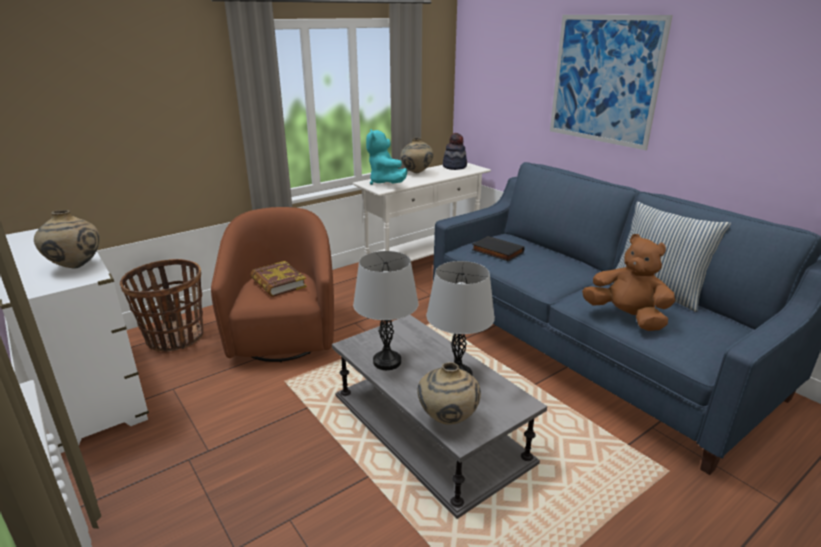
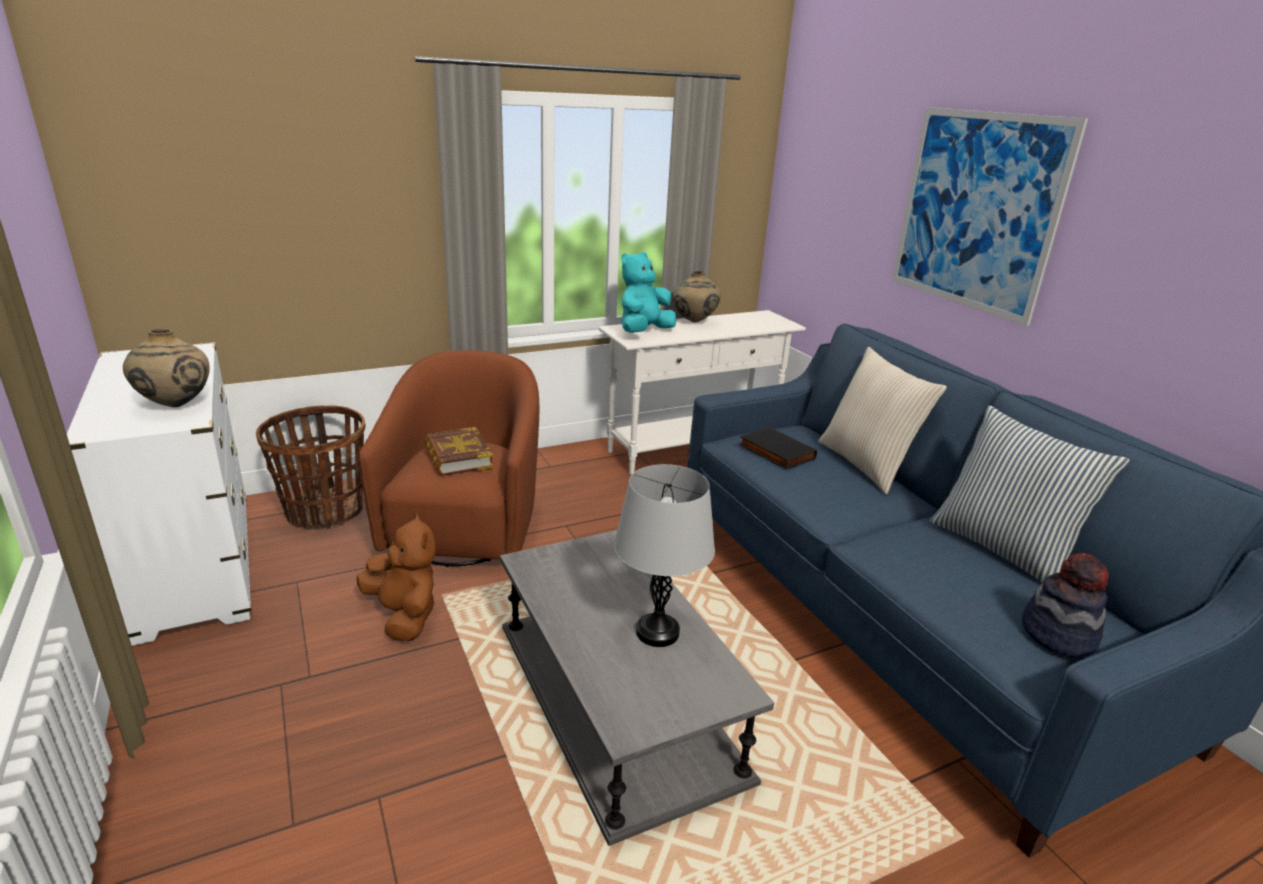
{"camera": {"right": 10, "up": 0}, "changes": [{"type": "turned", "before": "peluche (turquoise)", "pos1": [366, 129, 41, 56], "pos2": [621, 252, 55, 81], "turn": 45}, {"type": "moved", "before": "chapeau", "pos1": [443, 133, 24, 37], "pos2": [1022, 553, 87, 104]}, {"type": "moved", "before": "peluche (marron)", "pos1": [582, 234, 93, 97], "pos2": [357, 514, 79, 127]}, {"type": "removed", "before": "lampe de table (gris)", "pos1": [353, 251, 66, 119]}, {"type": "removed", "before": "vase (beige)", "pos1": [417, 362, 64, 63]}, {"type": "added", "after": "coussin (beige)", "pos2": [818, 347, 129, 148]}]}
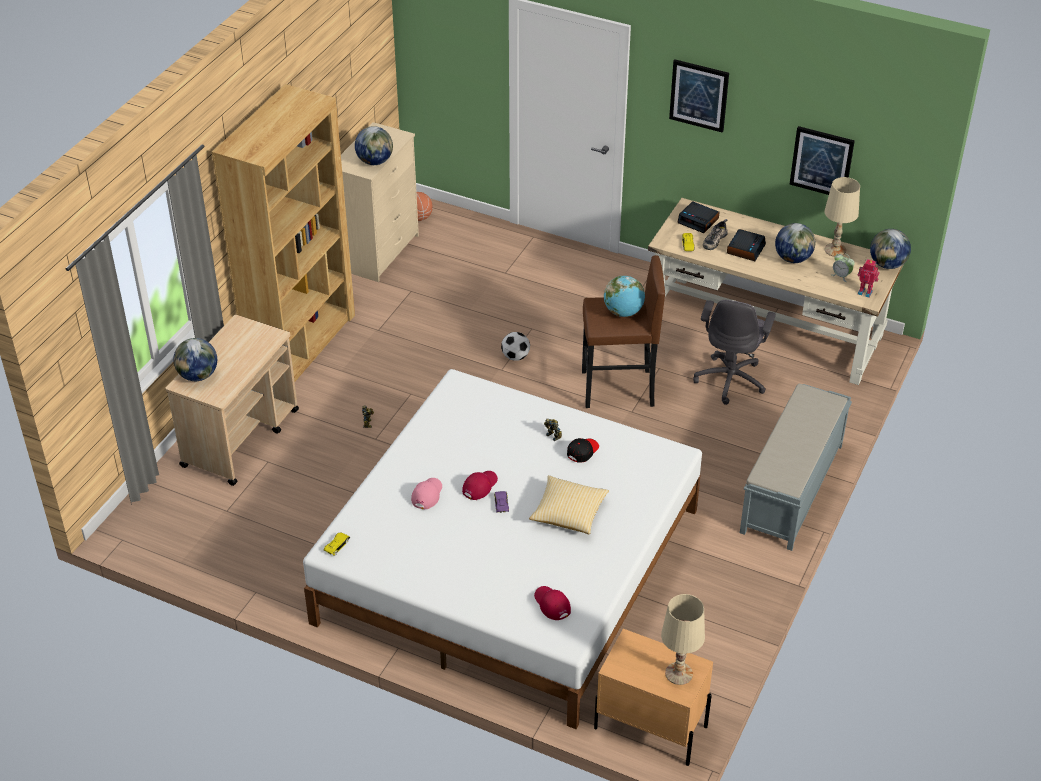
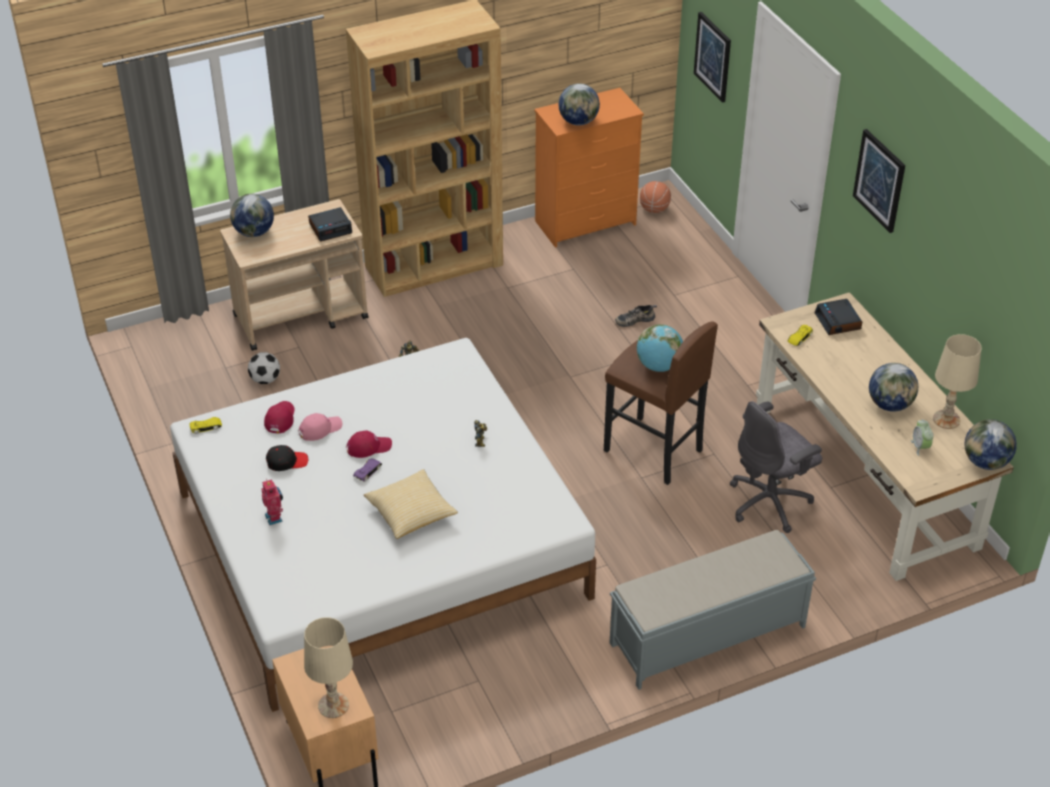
{"camera": {"right": 40, "up": 0}, "changes": [{"type": "recoloured", "before": "commode (beige)", "after": "commode (orange)", "pos1": [341, 122, 78, 160], "pos2": [534, 88, 110, 160]}, {"type": "moved", "before": "tableau", "pos1": [790, 126, 65, 69], "pos2": [694, 12, 37, 91]}, {"type": "moved", "before": "chaussure", "pos1": [703, 219, 25, 31], "pos2": [615, 305, 42, 22]}, {"type": "moved", "before": "réveil", "pos1": [727, 229, 39, 32], "pos2": [308, 207, 44, 34]}, {"type": "moved", "before": "robot jouet", "pos1": [858, 259, 21, 39], "pos2": [261, 479, 22, 46]}, {"type": "moved", "before": "ballon de foot", "pos1": [501, 332, 29, 29], "pos2": [248, 352, 32, 32]}, {"type": "moved", "before": "casquette (noir)", "pos1": [567, 438, 32, 25], "pos2": [266, 445, 42, 26]}, {"type": "moved", "before": "casquette (rouge)", "pos1": [534, 586, 37, 34], "pos2": [264, 401, 31, 32]}]}
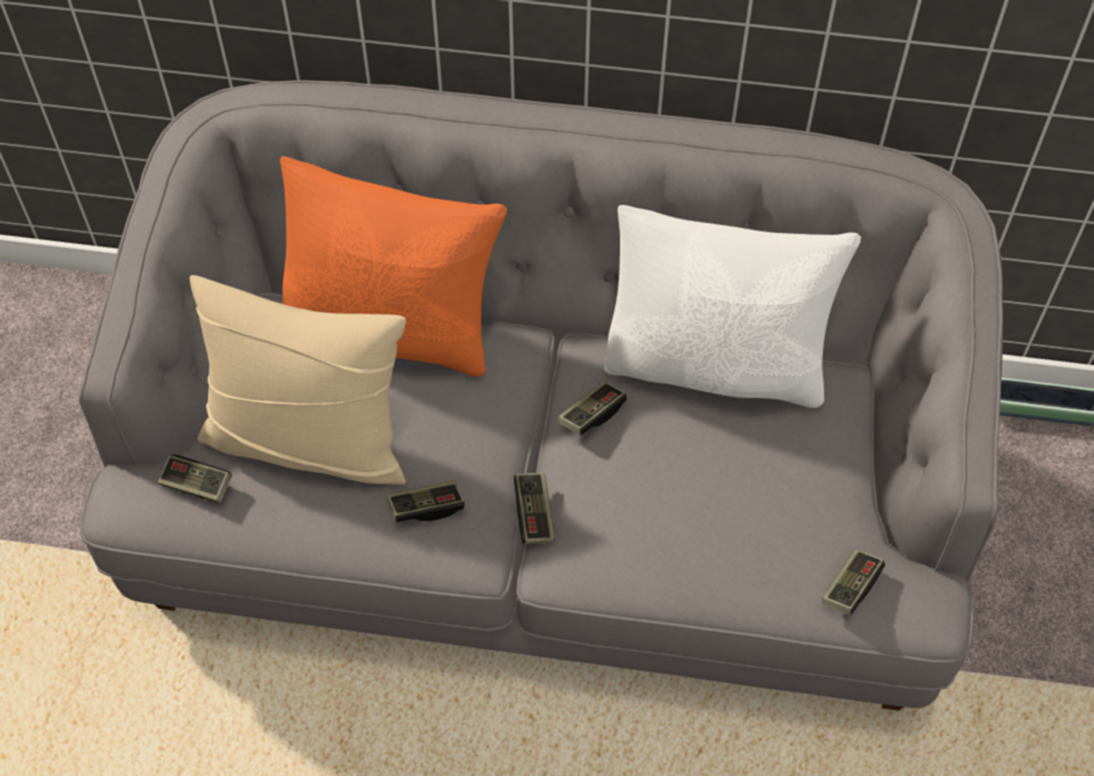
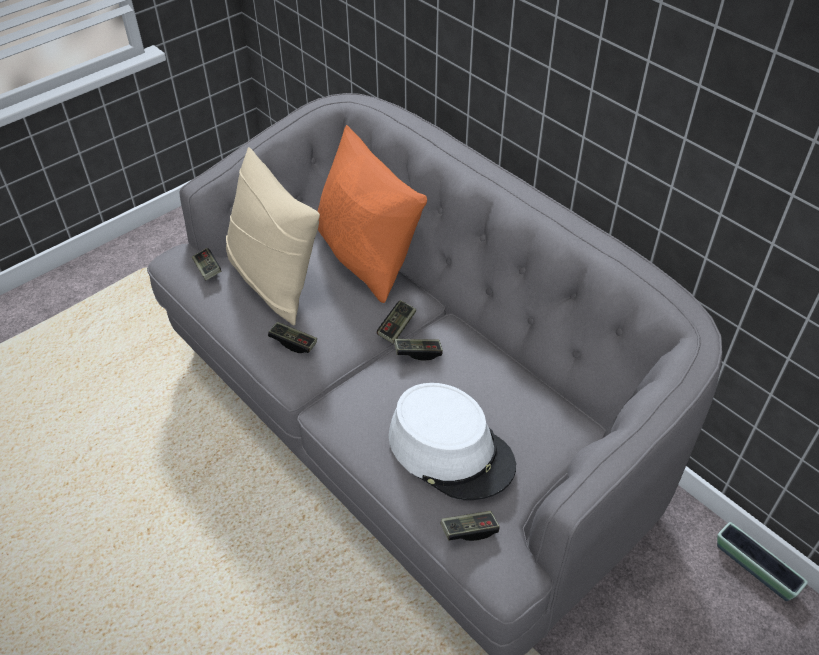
{"camera": {"right": 40, "up": -10}, "changes": [{"type": "removed", "before": "coussin (blanc)", "pos1": [604, 205, 257, 203]}, {"type": "moved", "before": "manette", "pos1": [513, 473, 42, 71], "pos2": [377, 300, 39, 44]}, {"type": "added", "after": "chapeau (blanc)", "pos2": [389, 383, 127, 117]}]}
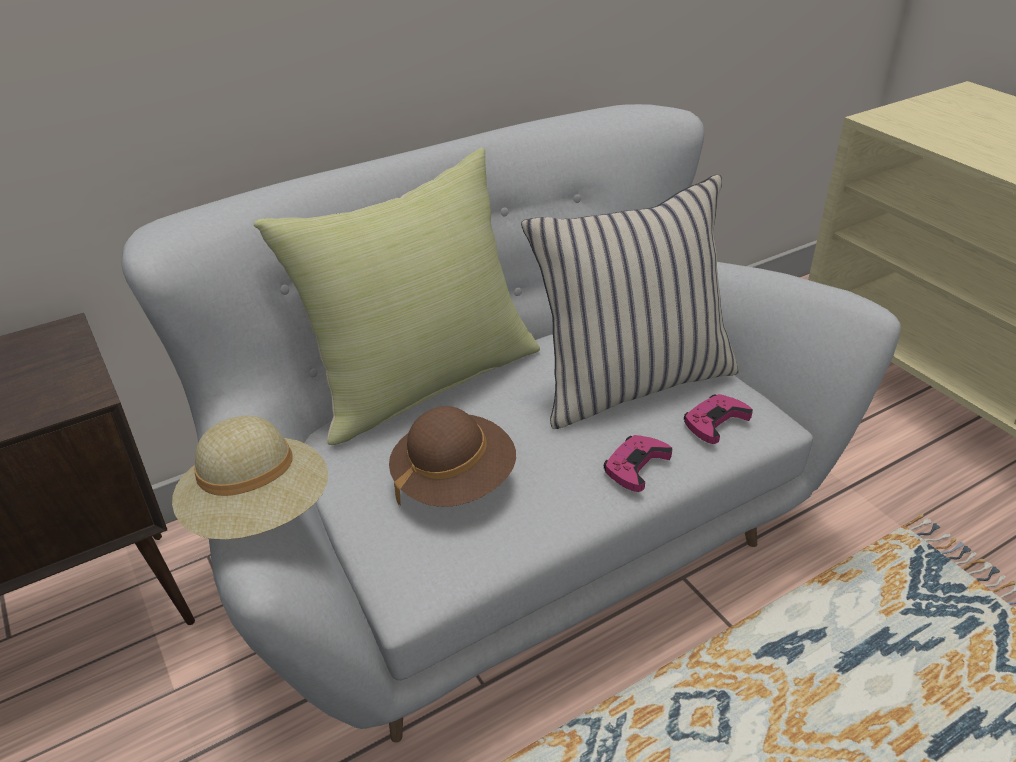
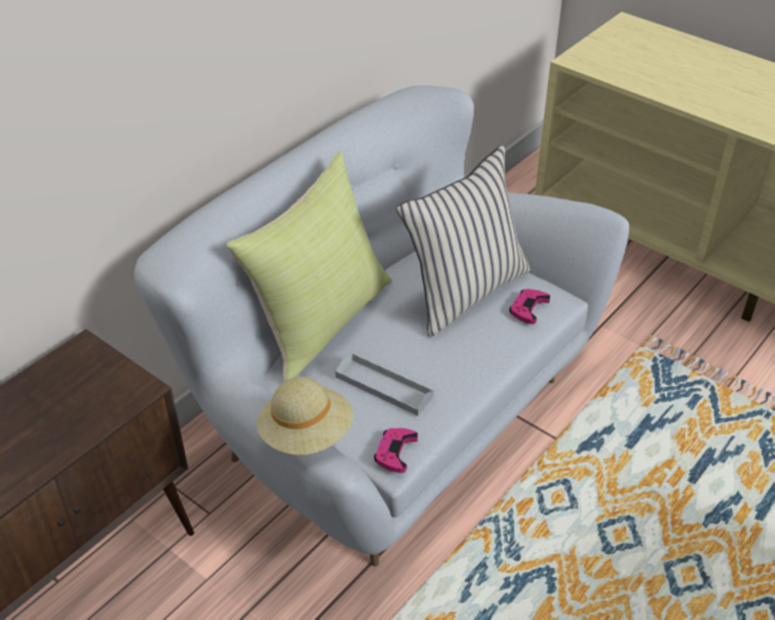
{"camera": {"right": -20, "up": 5}, "changes": [{"type": "replaced", "before": "chapeau (marron)", "after": "plateau (gris)", "pos1": [389, 406, 127, 101], "pos2": [335, 353, 99, 63]}, {"type": "moved", "before": "manette (rose)", "pos1": [604, 435, 68, 57], "pos2": [374, 428, 44, 45]}]}
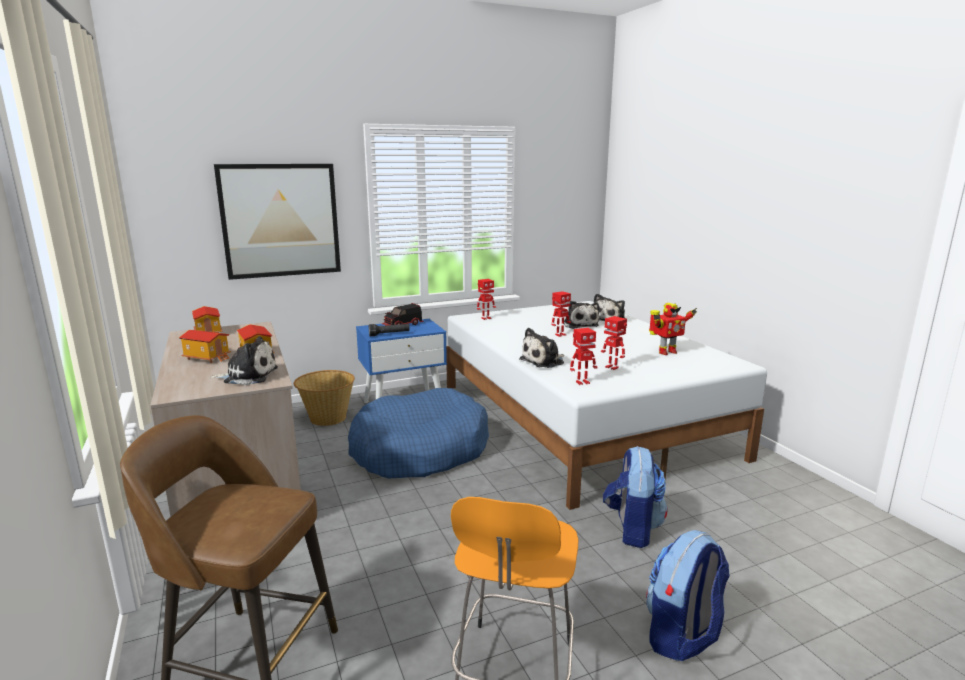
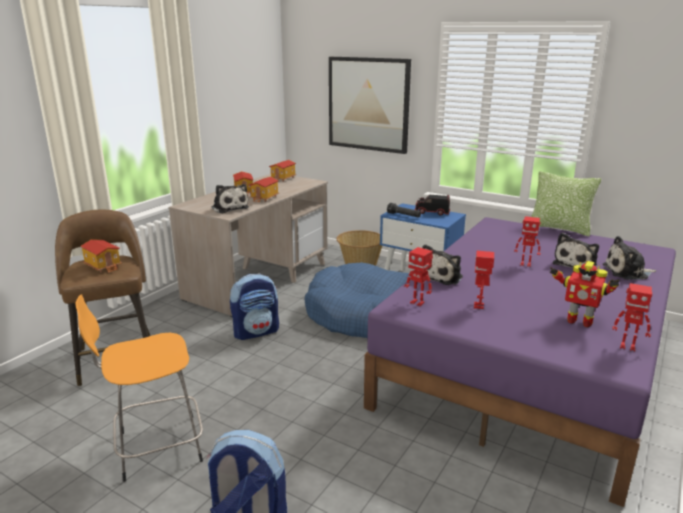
{"camera": {"right": 55, "up": 5}, "changes": [{"type": "moved", "before": "robot jouet", "pos1": [477, 279, 19, 41], "pos2": [612, 283, 40, 68]}, {"type": "recoloured", "before": "lit (blanc)", "after": "lit (violet)", "pos1": [446, 301, 321, 209], "pos2": [364, 217, 312, 290]}, {"type": "turned", "before": "peluche", "pos1": [519, 328, 46, 40], "pos2": [422, 244, 41, 41], "turn": -75}, {"type": "moved", "before": "sac à dos", "pos1": [603, 446, 64, 102], "pos2": [230, 273, 49, 67]}, {"type": "added", "after": "coussin", "pos2": [531, 171, 70, 65]}, {"type": "added", "after": "maison miniature", "pos2": [80, 239, 42, 34]}]}
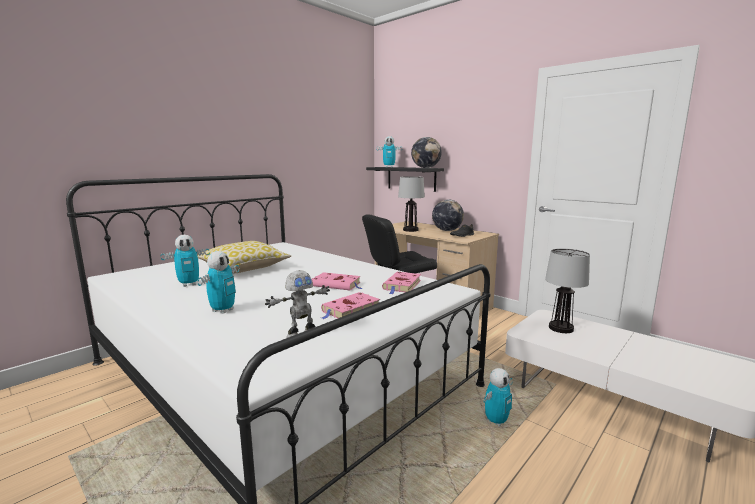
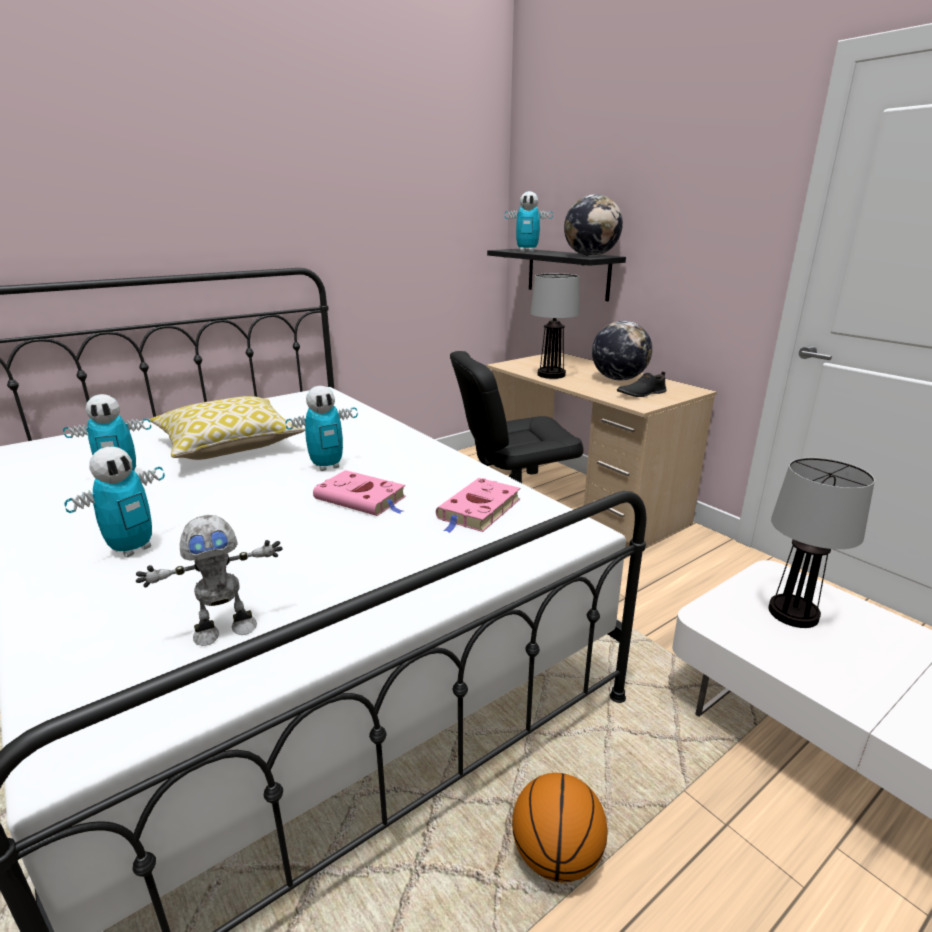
{"camera": {"right": 10, "up": 10}, "changes": [{"type": "removed", "before": "livre (rose)", "pos1": [321, 292, 59, 27]}, {"type": "moved", "before": "robot jouet", "pos1": [484, 368, 29, 58], "pos2": [285, 386, 73, 85]}, {"type": "added", "after": "ballon de basket", "pos2": [512, 773, 96, 109]}]}
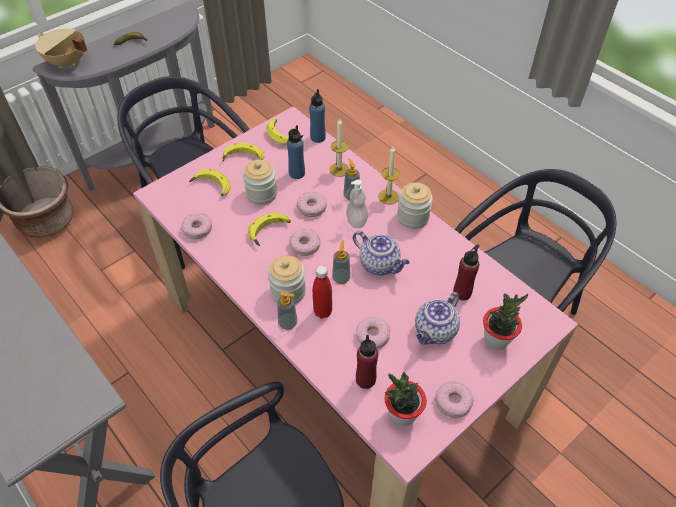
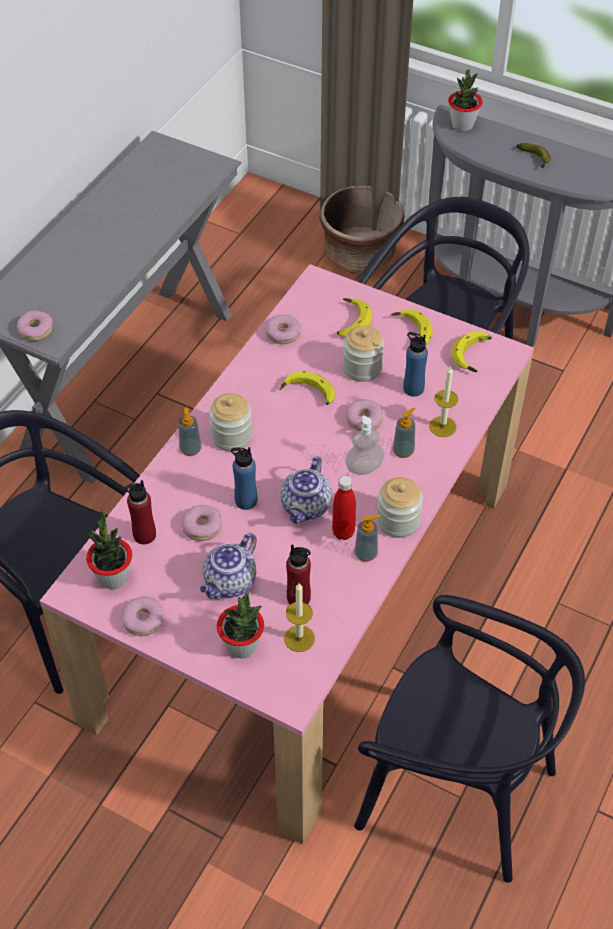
{"camera": {"right": 70, "up": 0}, "changes": [{"type": "replaced", "before": "marmite (beige)", "after": "plante en pot", "pos1": [35, 28, 53, 40], "pos2": [448, 69, 35, 63]}, {"type": "moved", "before": "bouteille (bleu)", "pos1": [309, 89, 17, 54], "pos2": [231, 447, 26, 63]}, {"type": "moved", "before": "bougie", "pos1": [378, 146, 22, 59], "pos2": [284, 583, 31, 69]}, {"type": "moved", "before": "beignet", "pos1": [289, 229, 31, 27], "pos2": [17, 311, 36, 30]}, {"type": "moved", "before": "distributeur de savon", "pos1": [332, 240, 19, 44], "pos2": [355, 515, 26, 47]}, {"type": "moved", "before": "bouteille (rouge)", "pos1": [313, 265, 19, 54], "pos2": [332, 475, 24, 65]}, {"type": "turned", "before": "théière", "pos1": [415, 292, 45, 53], "pos2": [200, 533, 57, 66], "turn": -75}]}
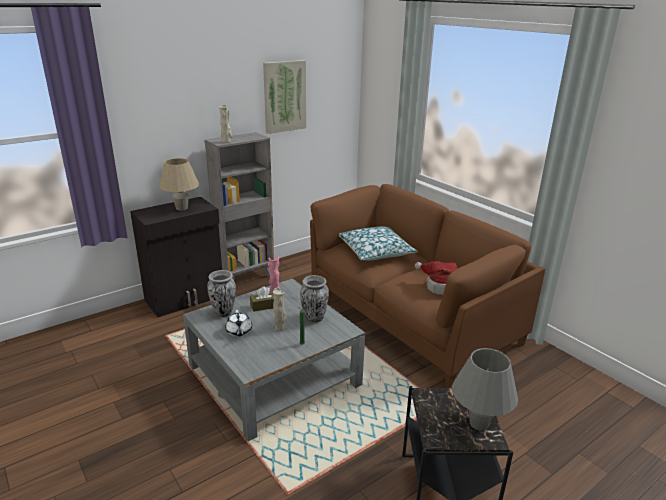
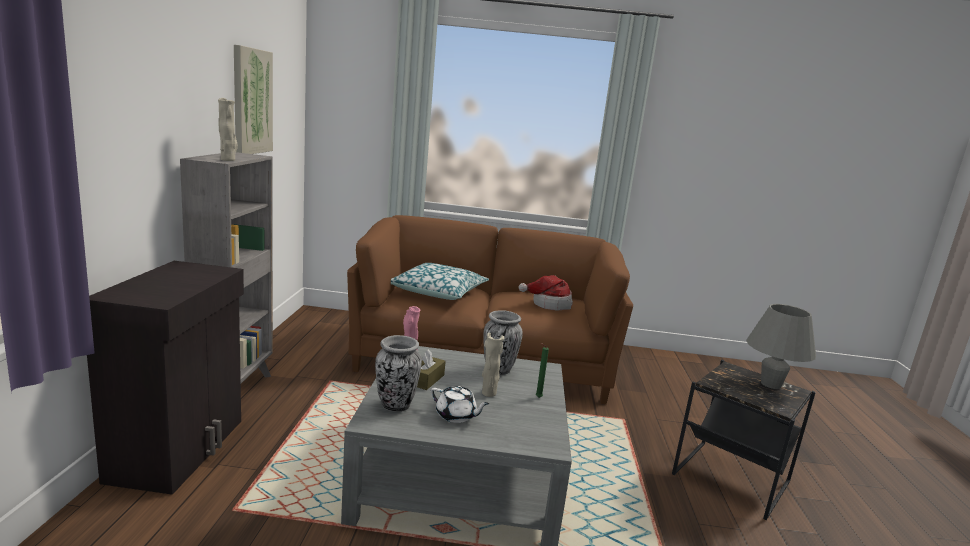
{"camera": {"right": -50, "up": -10}, "changes": [{"type": "removed", "before": "lampe de table (beige)", "pos1": [159, 158, 40, 53]}]}
